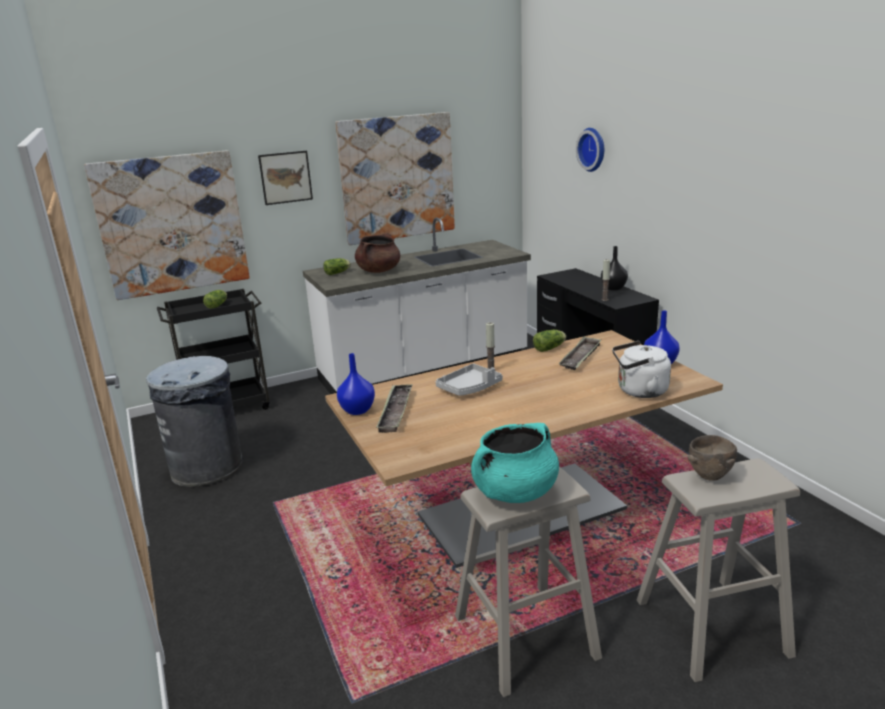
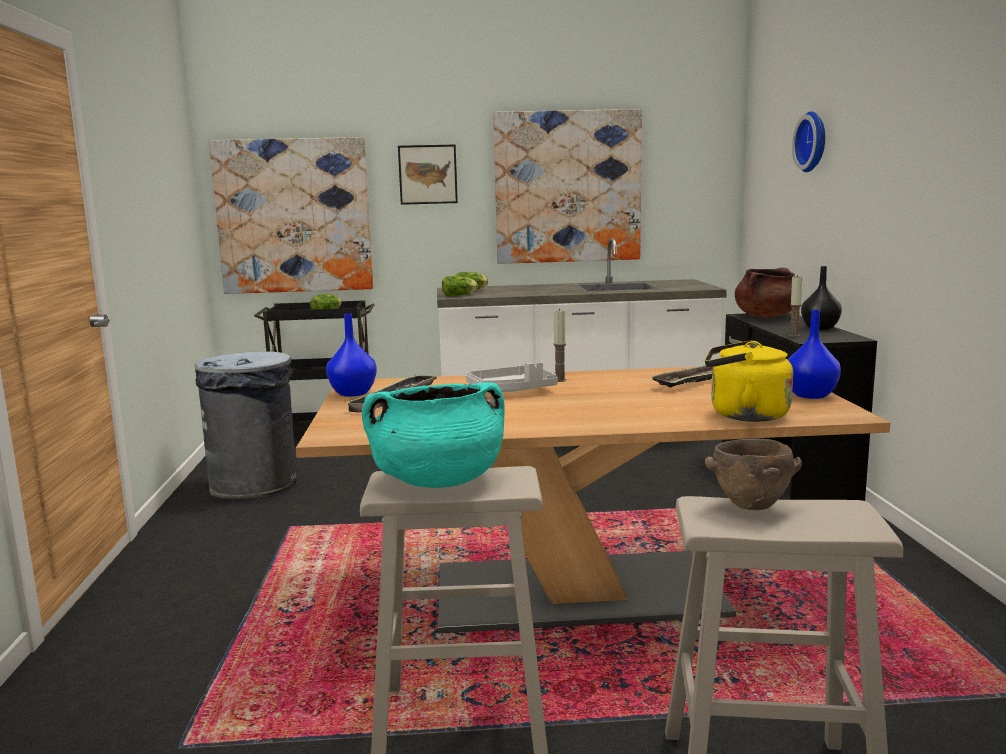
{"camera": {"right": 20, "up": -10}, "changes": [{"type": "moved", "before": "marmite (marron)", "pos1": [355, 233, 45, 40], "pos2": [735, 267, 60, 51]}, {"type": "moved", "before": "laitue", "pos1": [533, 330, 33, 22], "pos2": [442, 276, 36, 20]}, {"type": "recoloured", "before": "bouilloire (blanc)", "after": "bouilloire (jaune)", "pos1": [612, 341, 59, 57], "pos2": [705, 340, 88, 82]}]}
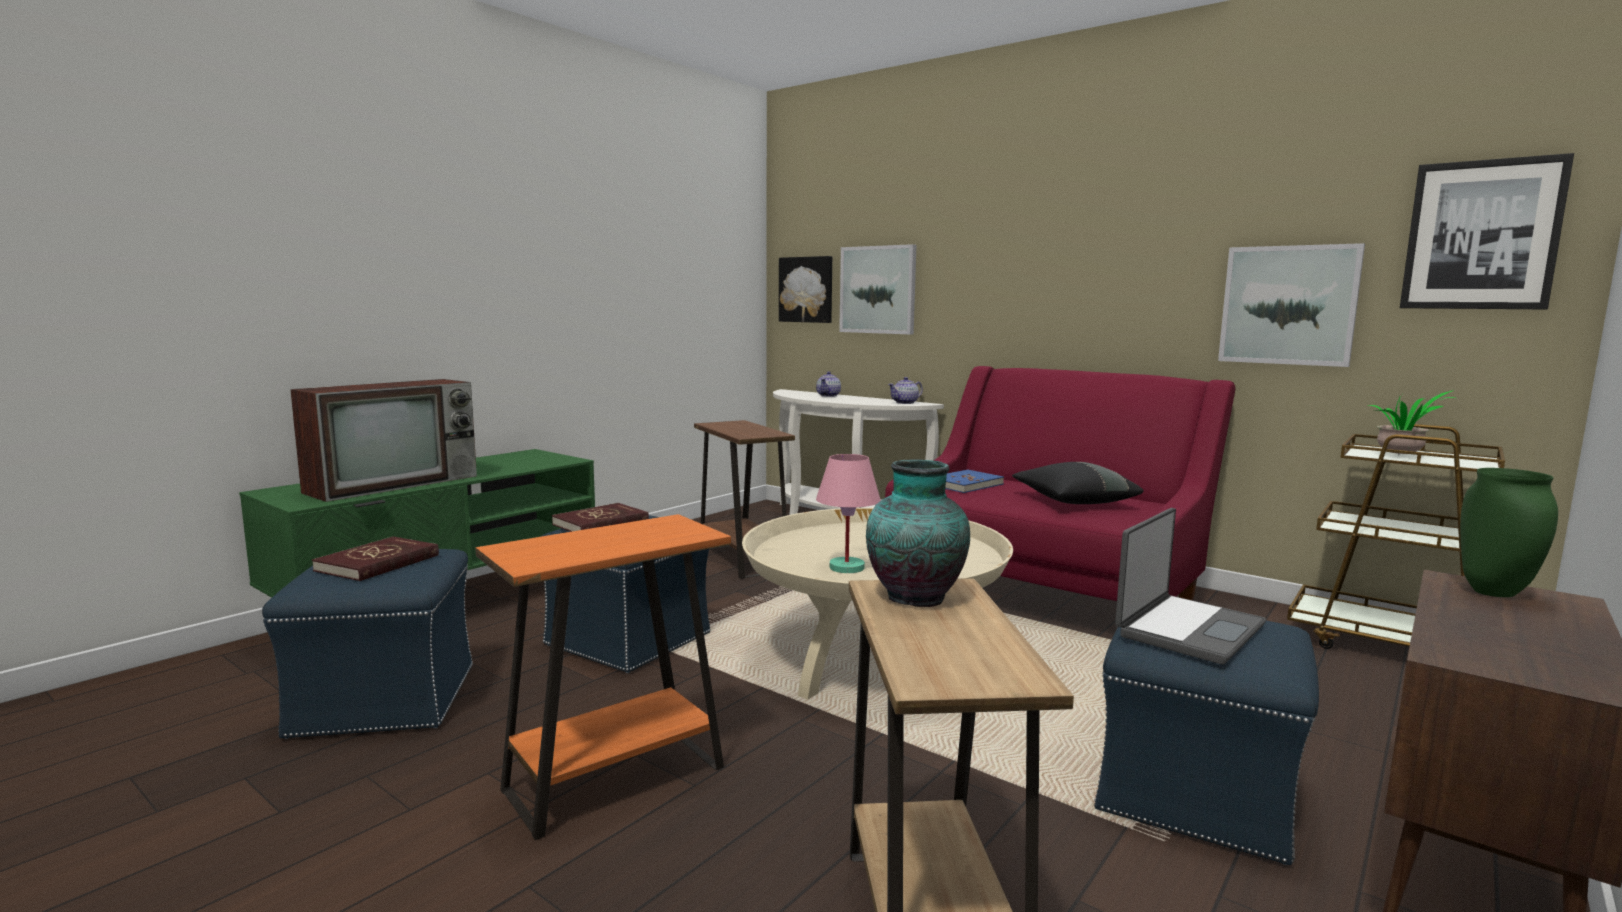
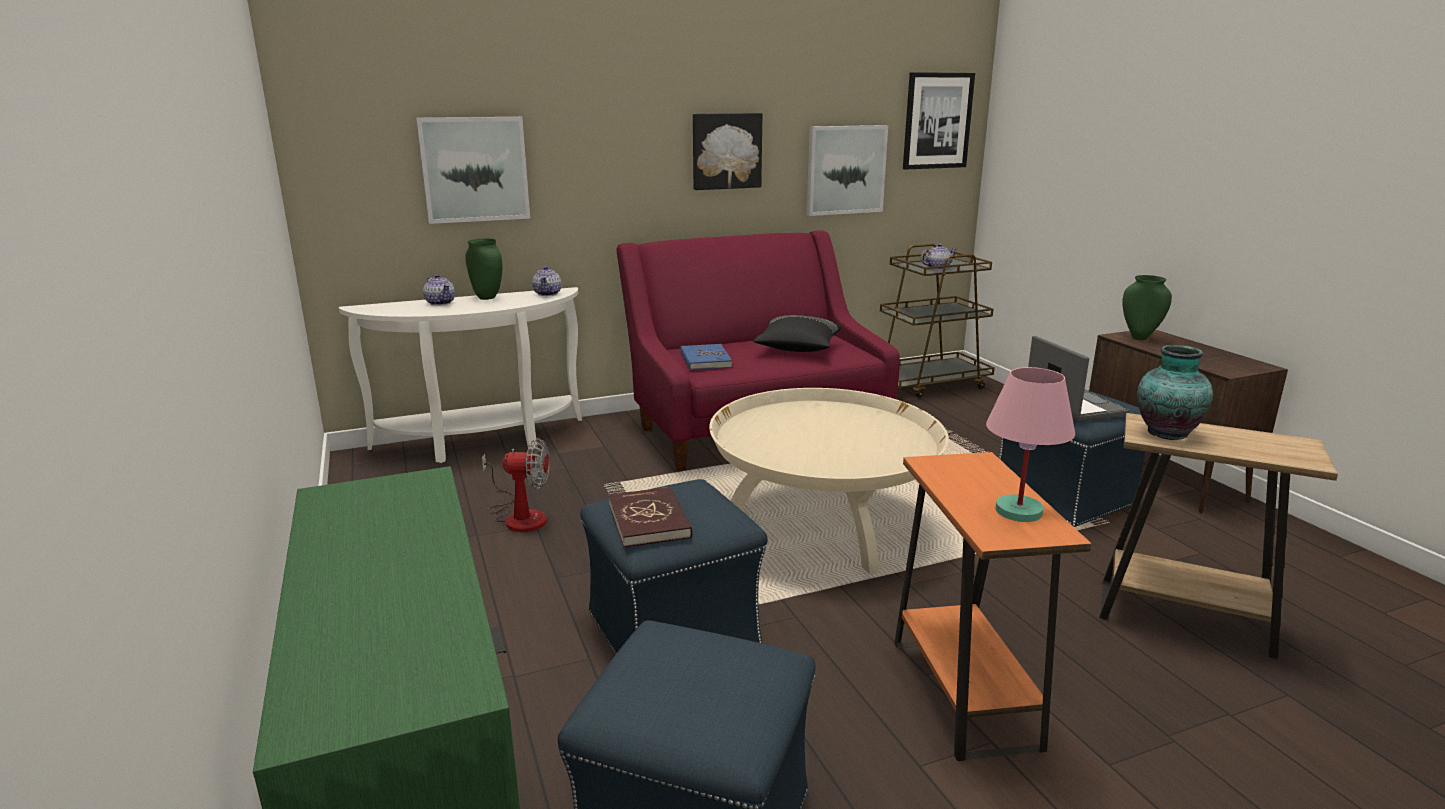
{"camera": {"right": -60, "up": 10}, "changes": [{"type": "moved", "before": "tableau", "pos1": [779, 256, 53, 67], "pos2": [693, 113, 70, 77]}, {"type": "removed", "before": "téléviseur", "pos1": [290, 379, 187, 123]}, {"type": "replaced", "before": "plante en pot", "after": "théière", "pos1": [1368, 390, 87, 65], "pos2": [921, 244, 36, 26]}, {"type": "replaced", "before": "table d'appoint (marron)", "after": "ventilateur", "pos1": [694, 420, 101, 159], "pos2": [482, 438, 68, 94]}, {"type": "moved", "before": "lampe de table (rose)", "pos1": [816, 454, 65, 119], "pos2": [986, 367, 89, 155]}, {"type": "removed", "before": "livre (rouge)", "pos1": [312, 536, 127, 45]}, {"type": "added", "after": "vase (vert)", "pos2": [466, 238, 36, 62]}]}
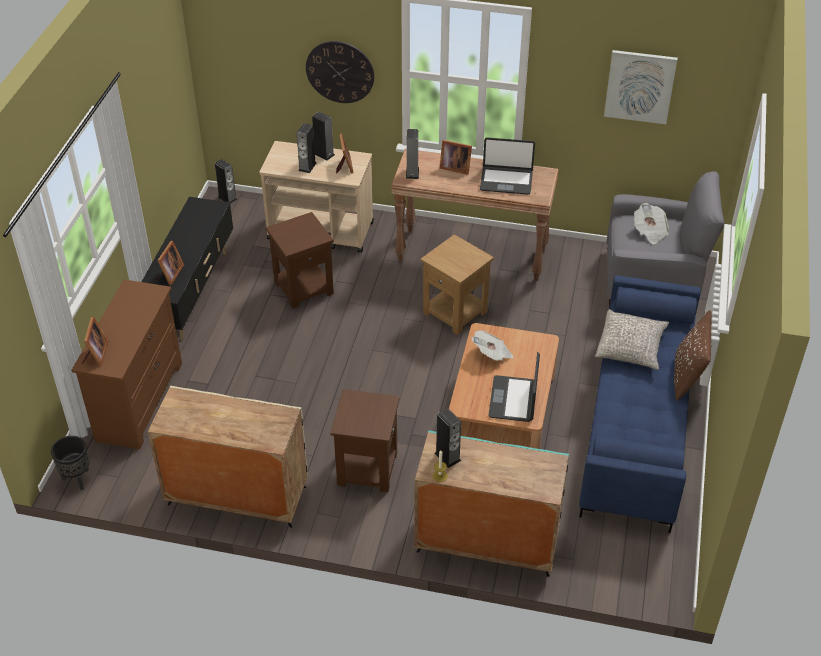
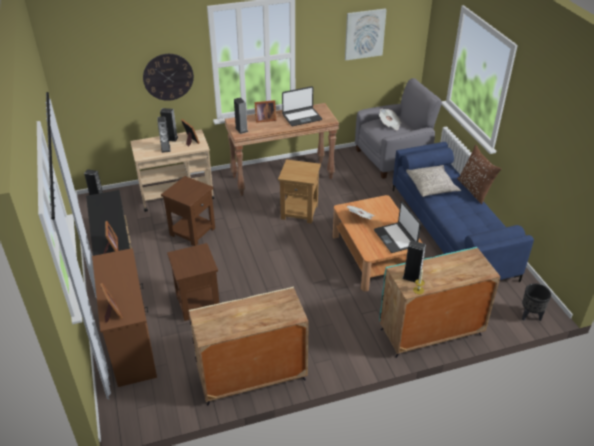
{"camera": {"right": -30, "up": -5}, "changes": [{"type": "moved", "before": "table d'appoint (marron)", "pos1": [331, 389, 68, 103], "pos2": [167, 243, 53, 78]}, {"type": "moved", "before": "cache-pot (noir)", "pos1": [51, 436, 39, 54], "pos2": [522, 283, 29, 38]}]}
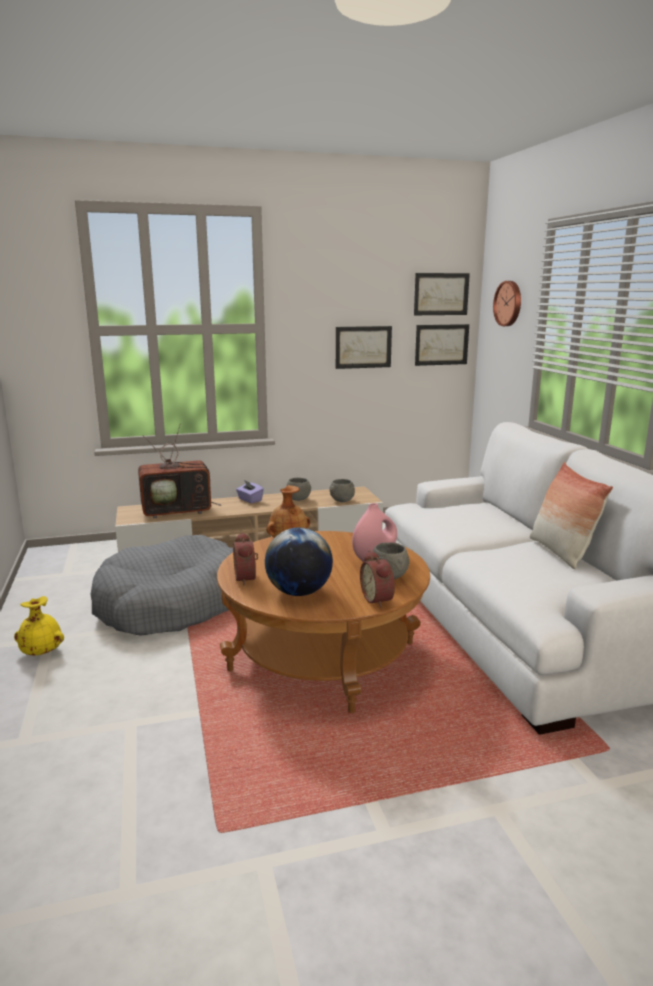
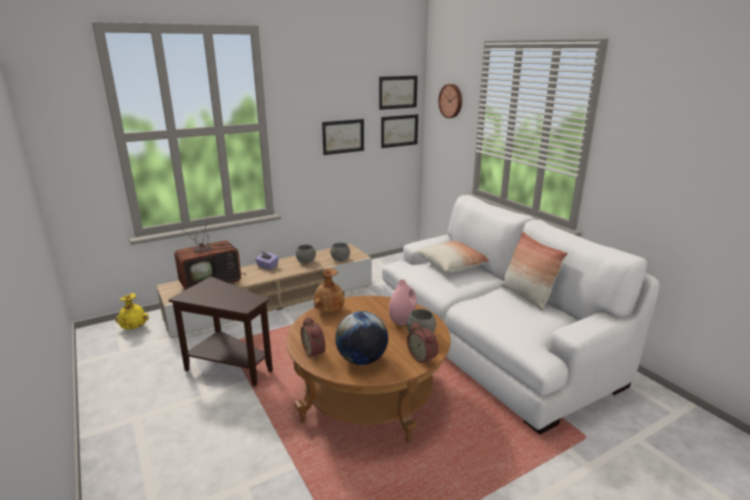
{"camera": {"right": -15, "up": 5}, "changes": [{"type": "replaced", "before": "panier pour chien (gris)", "after": "table d'appoint (marron)", "pos1": [90, 535, 143, 101], "pos2": [168, 277, 105, 109]}, {"type": "moved", "before": "vase (jaune)", "pos1": [14, 596, 50, 60], "pos2": [115, 293, 34, 36]}, {"type": "added", "after": "coussin", "pos2": [417, 241, 72, 32]}]}
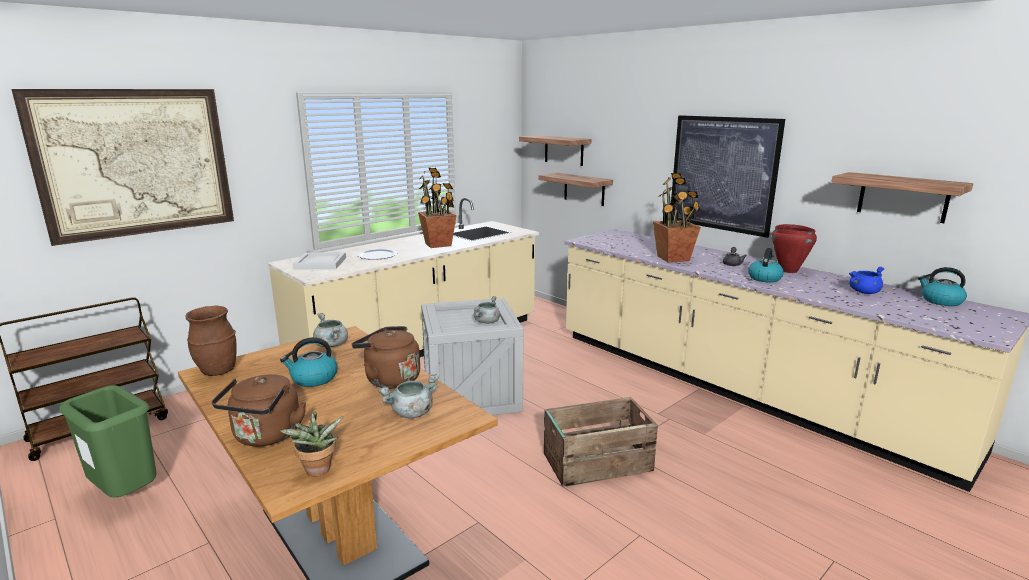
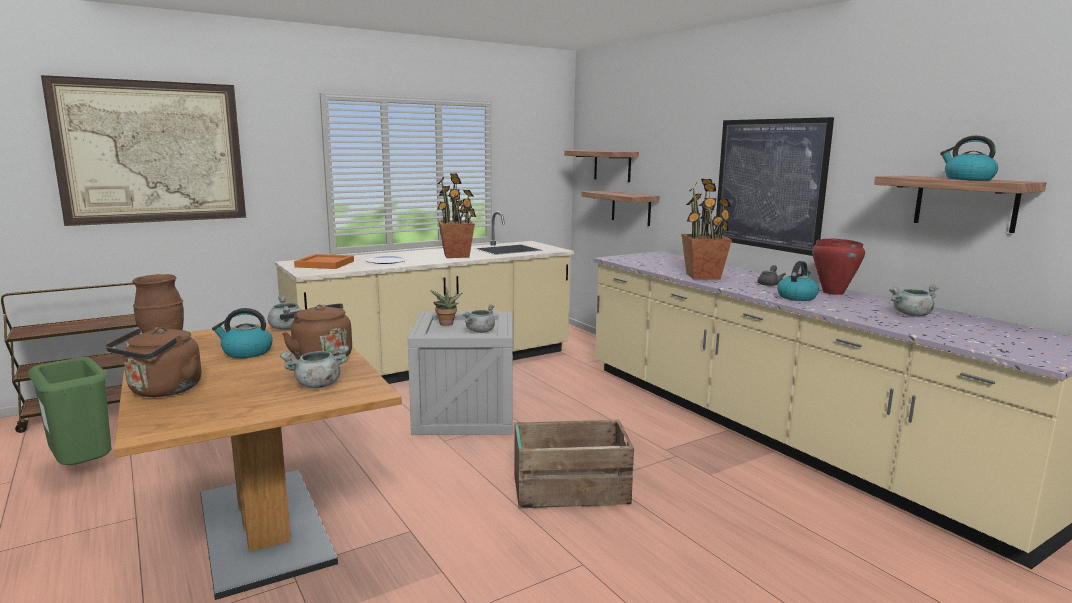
{"camera": {"right": 10, "up": -5}, "changes": [{"type": "recoloured", "before": "plateau (blanc)", "after": "plateau (orange)", "pos1": [293, 252, 53, 18], "pos2": [294, 254, 60, 15]}, {"type": "recoloured", "before": "marmite (bleu)", "after": "marmite (gris)", "pos1": [849, 267, 35, 27], "pos2": [889, 285, 50, 32]}, {"type": "moved", "before": "bouilloire", "pos1": [918, 267, 49, 39], "pos2": [940, 136, 58, 44]}, {"type": "moved", "before": "plante en pot", "pos1": [280, 412, 63, 65], "pos2": [430, 287, 32, 39]}]}
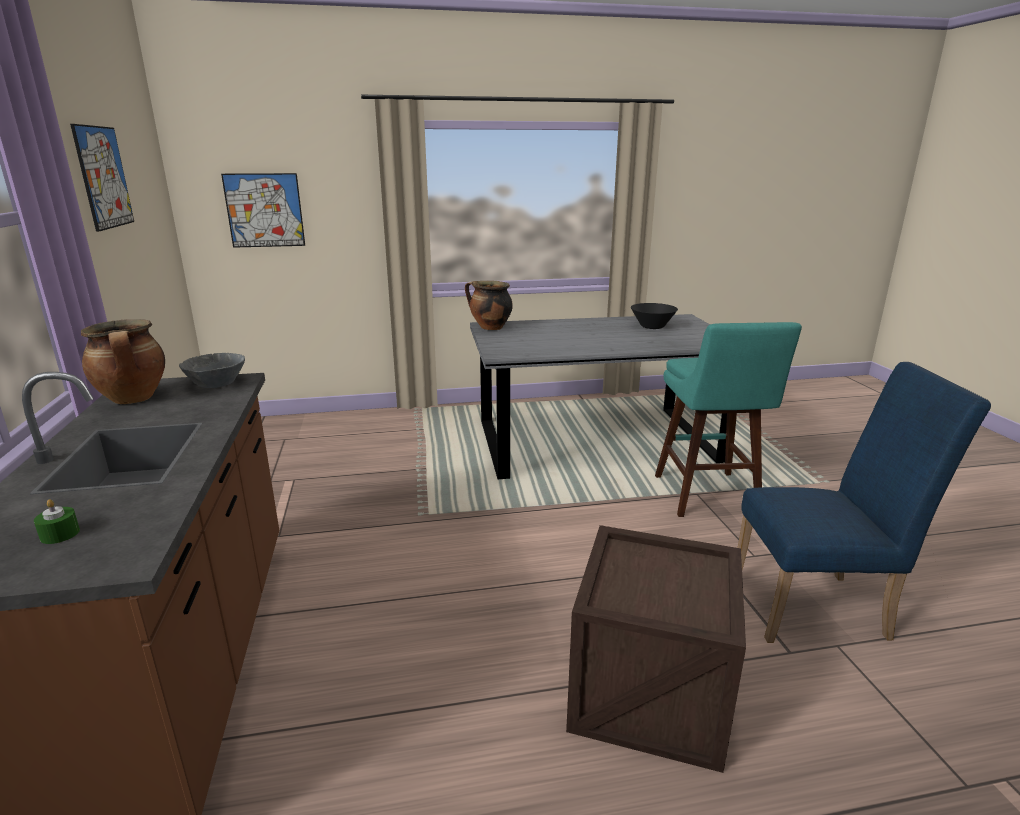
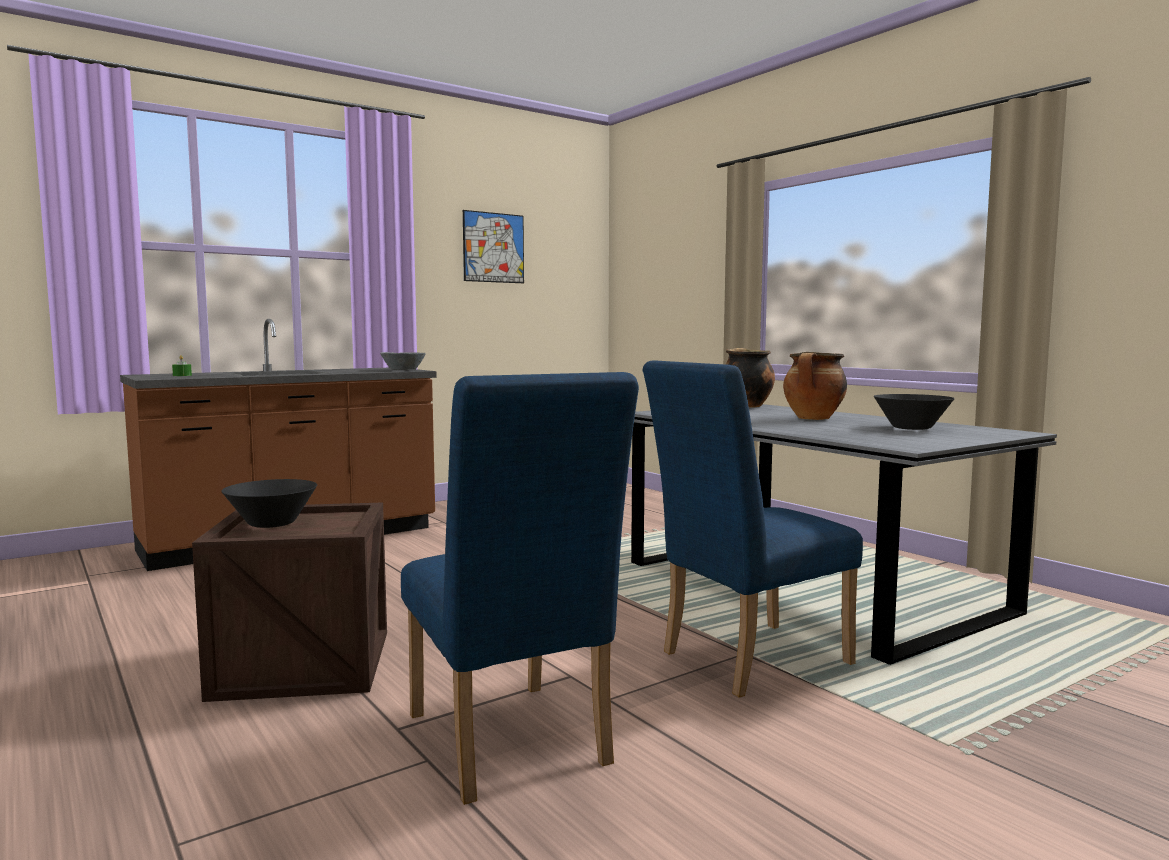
{"camera": {"right": 65, "up": -15}, "changes": [{"type": "removed", "before": "tableau", "pos1": [221, 173, 84, 75]}, {"type": "moved", "before": "marmite", "pos1": [81, 319, 84, 85], "pos2": [783, 352, 64, 68]}, {"type": "replaced", "before": "tabouret (turquoise)", "after": "chaise (bleu)", "pos1": [655, 322, 147, 195], "pos2": [642, 361, 221, 337]}, {"type": "added", "after": "bol (noir)", "pos2": [221, 479, 96, 49]}]}
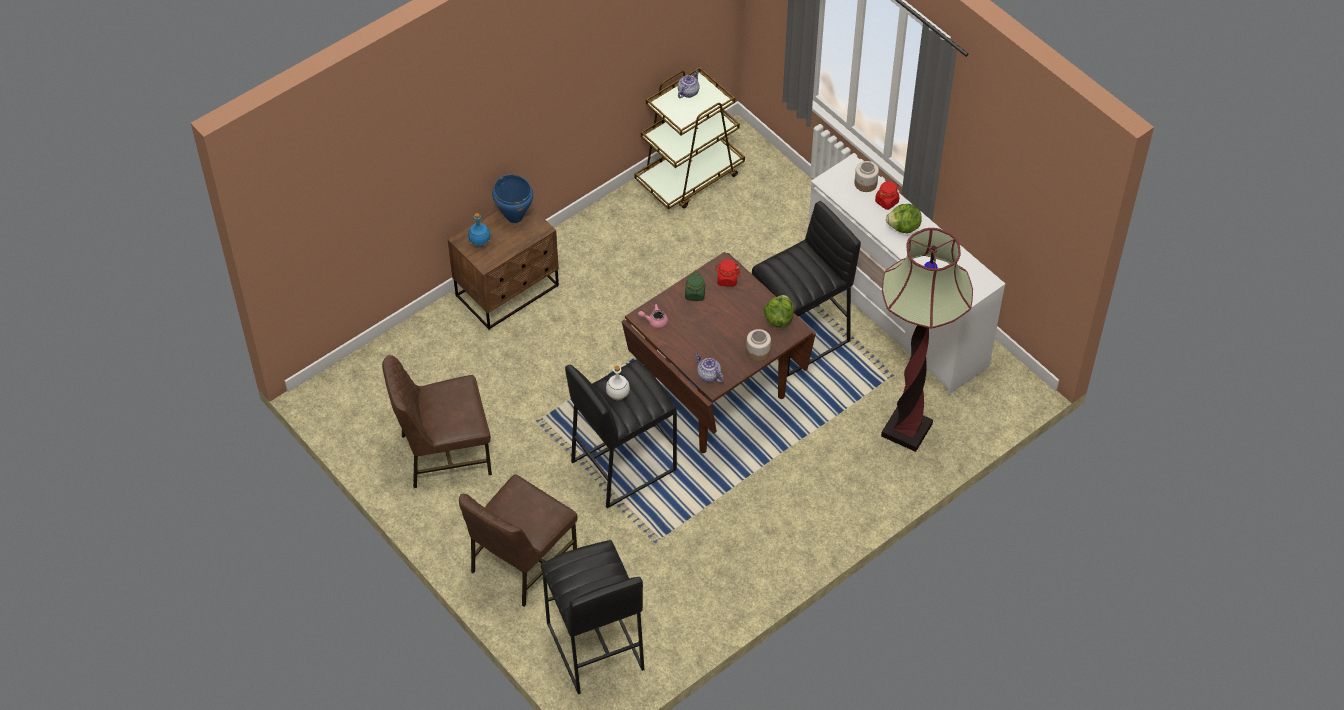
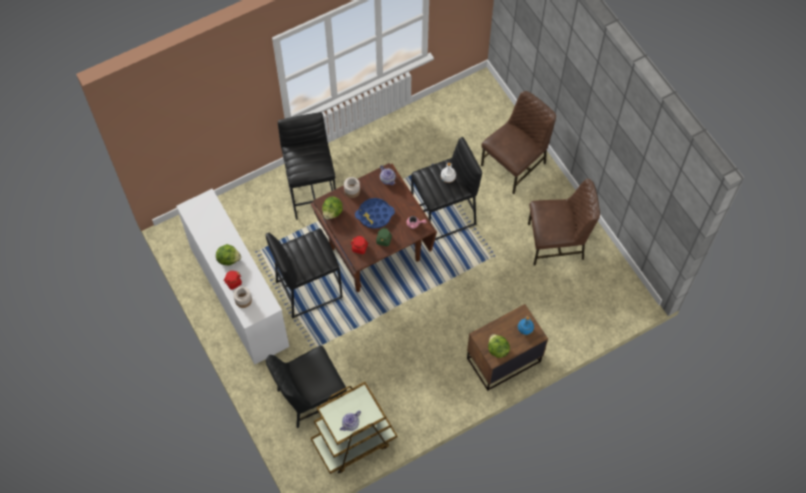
{"camera": {"right": -170, "up": 10}, "changes": [{"type": "replaced", "before": "marmite (bleu)", "after": "laitue", "pos1": [492, 174, 41, 49], "pos2": [488, 334, 22, 24]}, {"type": "removed", "before": "lampadaire", "pos1": [881, 228, 92, 224]}, {"type": "moved", "before": "tabouret (noir)", "pos1": [541, 540, 103, 154], "pos2": [278, 112, 58, 108]}, {"type": "added", "after": "plateau (bleu)", "pos2": [355, 198, 40, 31]}, {"type": "added", "after": "chaise (noir)", "pos2": [266, 345, 81, 83]}]}
